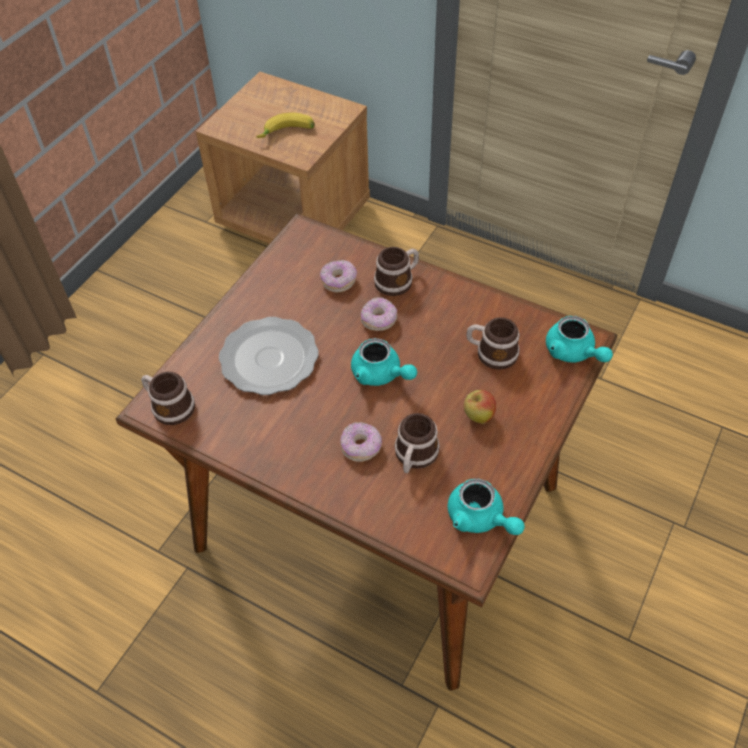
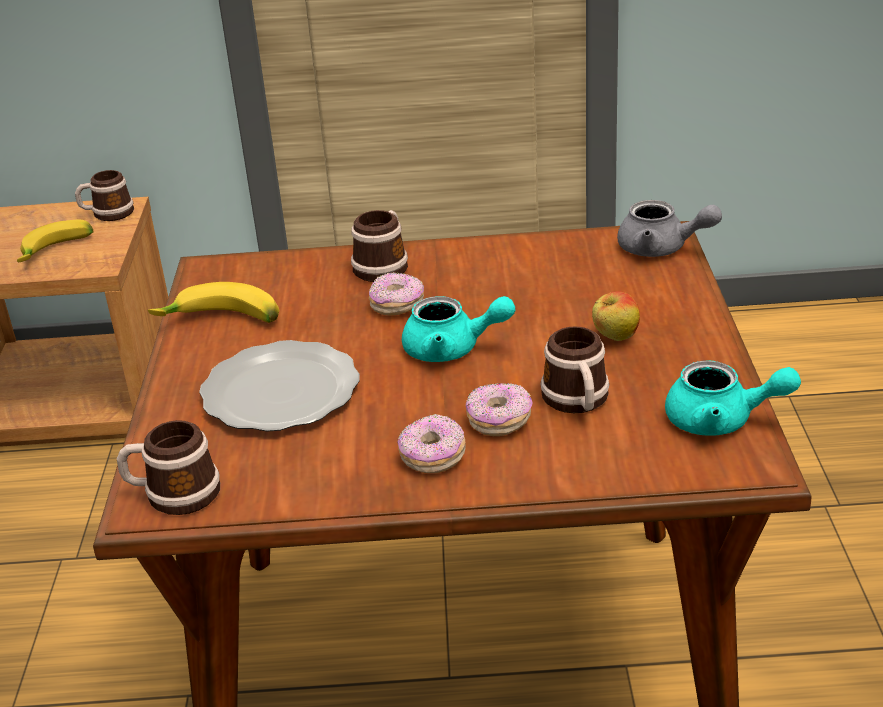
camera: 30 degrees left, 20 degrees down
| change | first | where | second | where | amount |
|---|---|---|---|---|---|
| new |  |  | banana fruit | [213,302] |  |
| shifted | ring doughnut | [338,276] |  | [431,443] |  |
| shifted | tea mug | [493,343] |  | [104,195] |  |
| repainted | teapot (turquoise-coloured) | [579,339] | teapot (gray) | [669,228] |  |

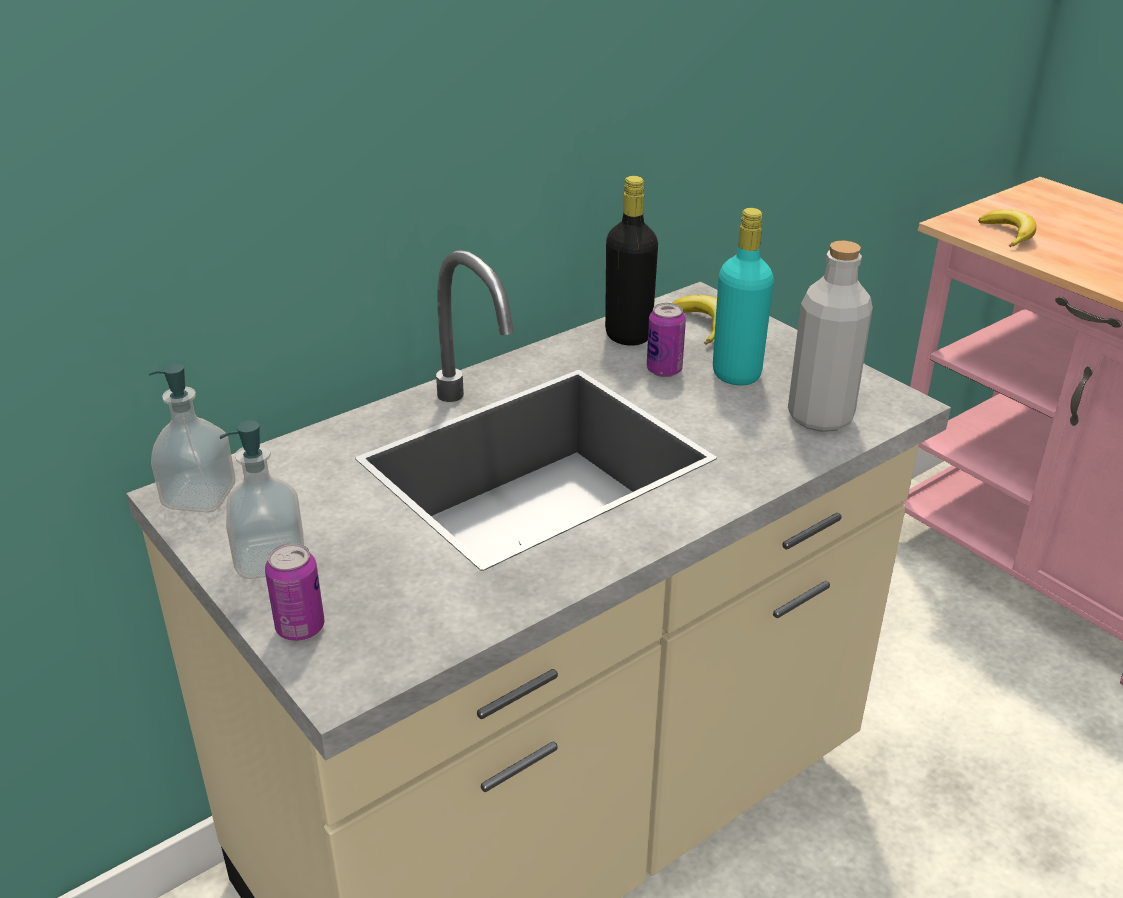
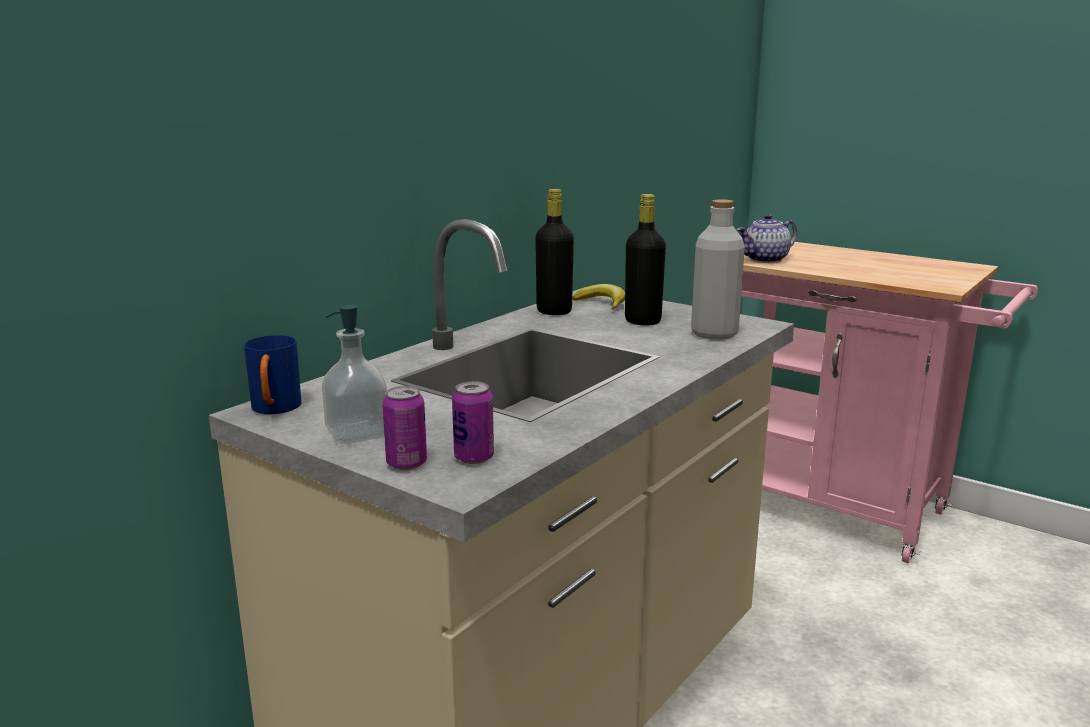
camera: 15 degrees left, 15 degrees down
| change | first | where | second | where | amount |
|---|---|---|---|---|---|
| shifted | can | [666,340] |  | [473,422] |  |
| swapped | soap bottle | [192,438] | tea mug (bluish) | [272,374] |  |
| swapped | banana fruit | [1007,228] | teapot | [767,238] |  |
| repainted | drink bottle (turquoise-coloured) | [743,296] | drink bottle (blackish) | [645,259] |  |

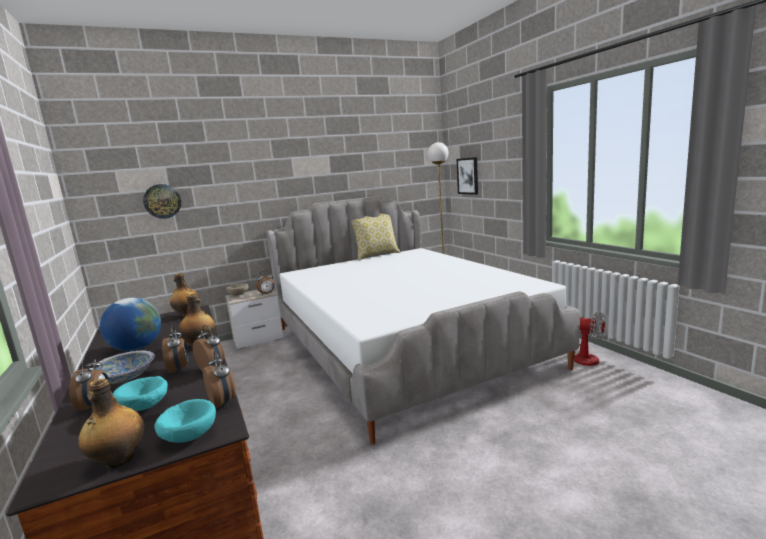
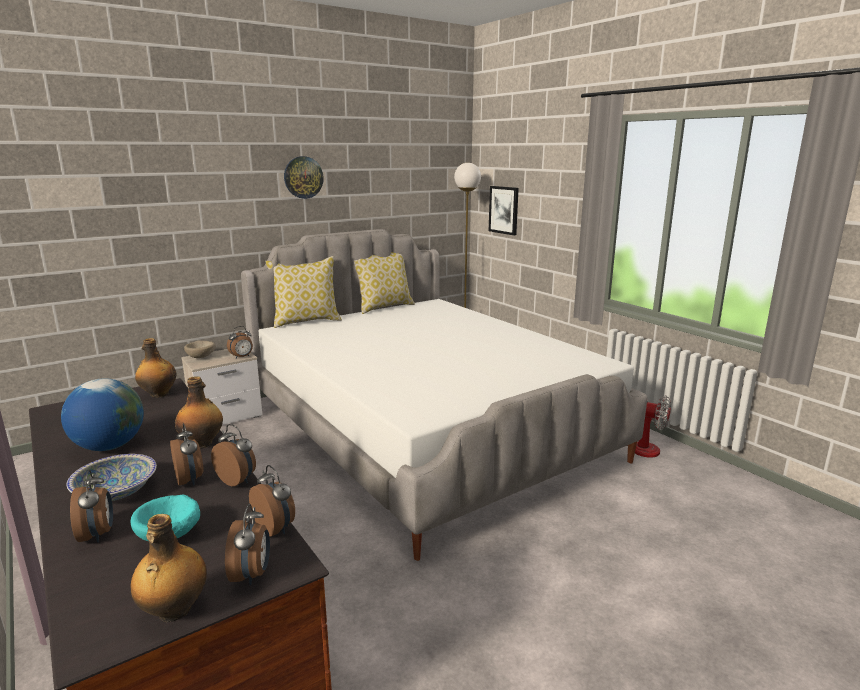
camera: 10 degrees left, 5 degrees up
| change | first | where | second | where | amount |
|---|---|---|---|---|---|
| new |  |  | pillow | [303,292] |  |
| shifted | clock on the wall | [162,201] |  | [304,177] |  |
| swapped | bowl (turquoise-coloured) | [185,421] | table clock | [247,544] |  |

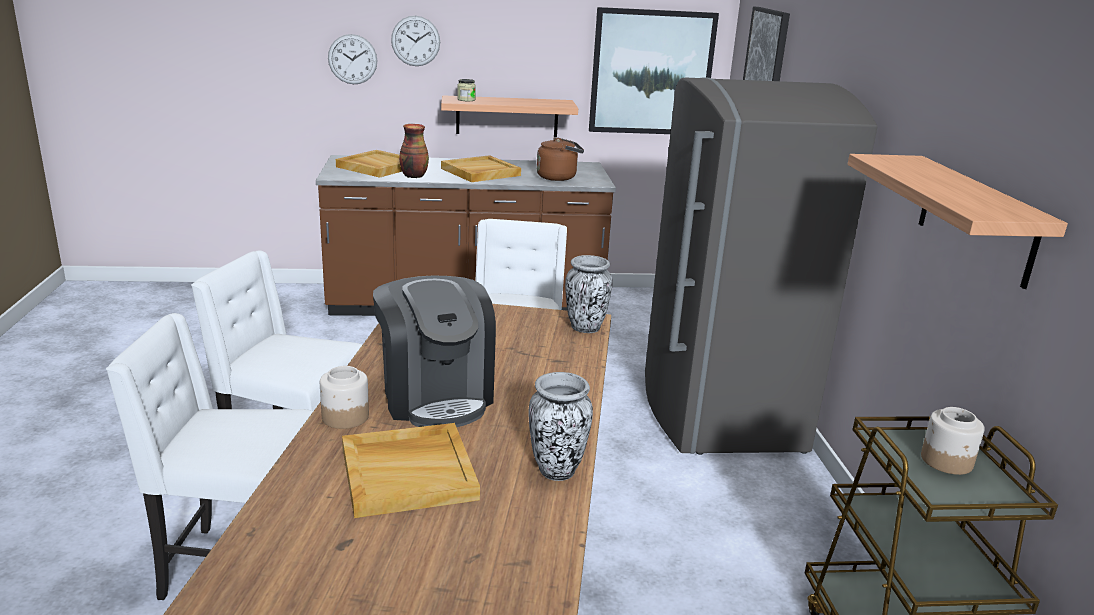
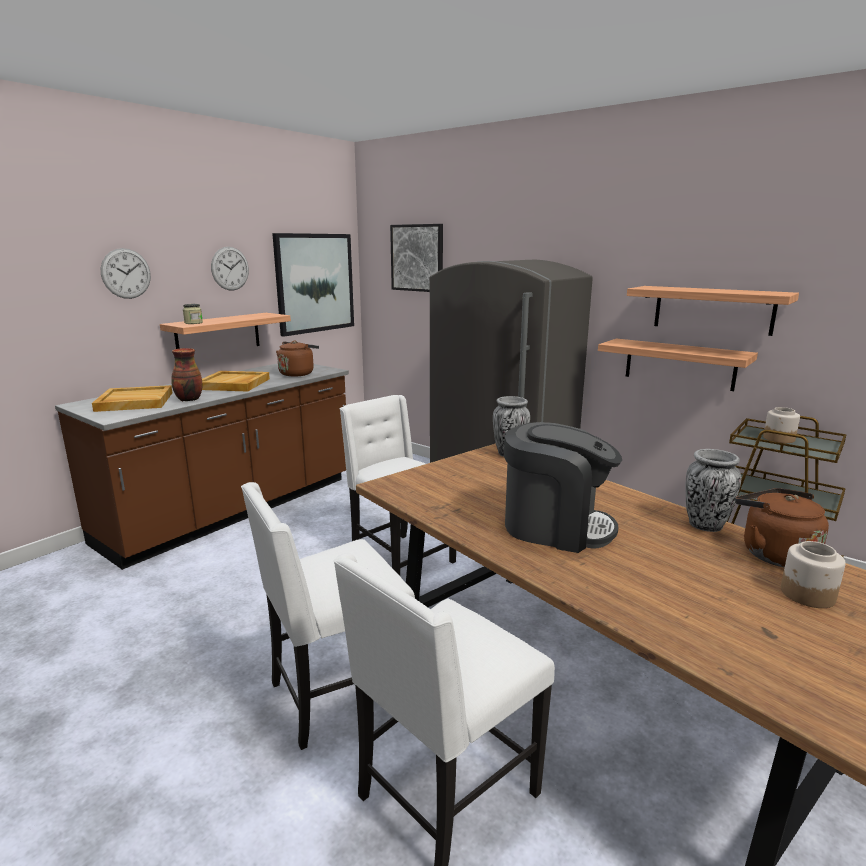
camera: 45 degrees left, 5 degrees down
| change | first | where | second | where | amount |
|---|---|---|---|---|---|
| gone | tray (beige-coloured) | [411,470] |  |  |  |
| new |  |  | wall shelf | [678,365] |  |
| new |  |  | kettle (brownish) | [782,528] |  |
| shifted | storage jar | [344,397] |  | [813,574] |  |
| shifted | clock on the wall | [353,59] |  | [230,269] |  |

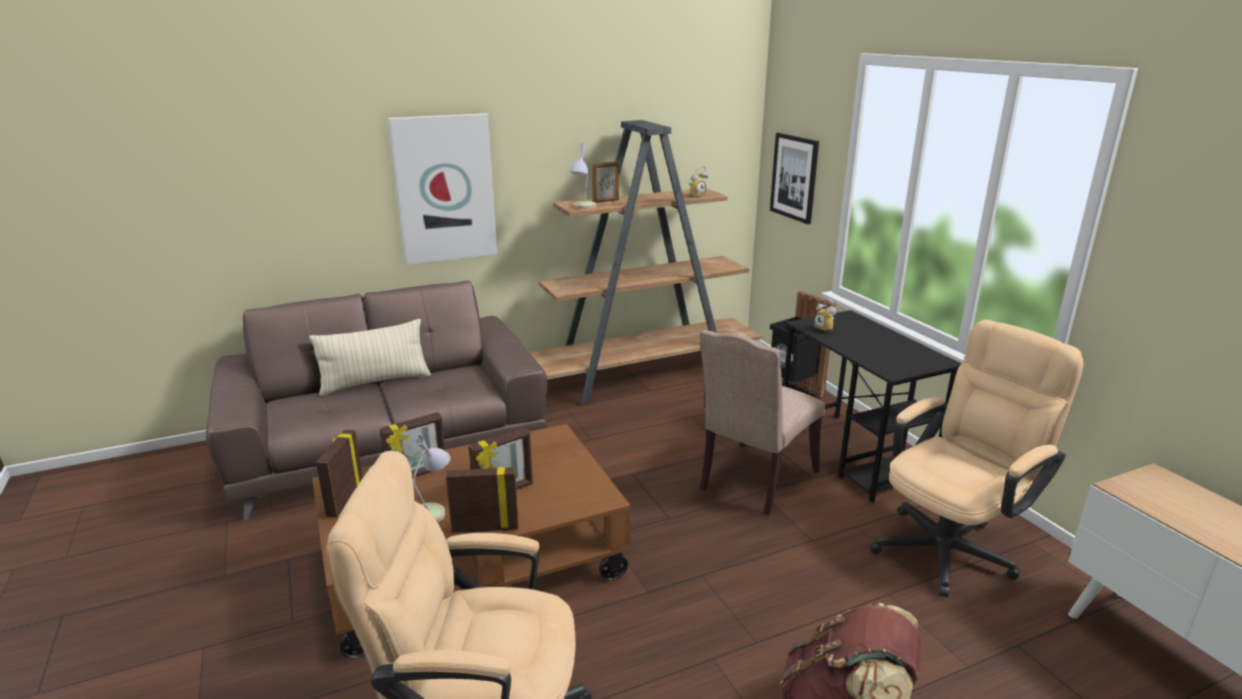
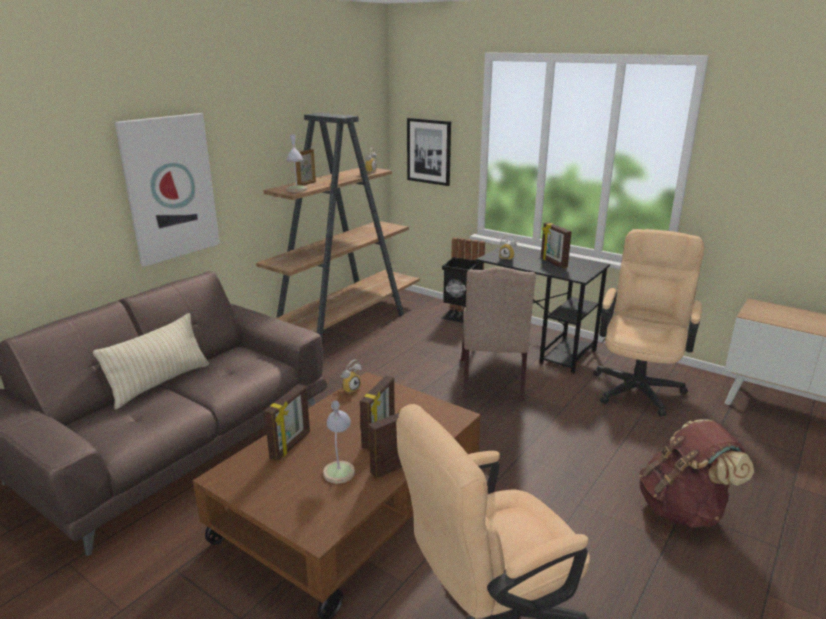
camera: 30 degrees left, 0 degrees up
| change | first | where | second | where | amount |
|---|---|---|---|---|---|
| new |  |  | table clock | [351,376] |  |
| shifted | standing frame | [339,474] |  | [556,245] |  |

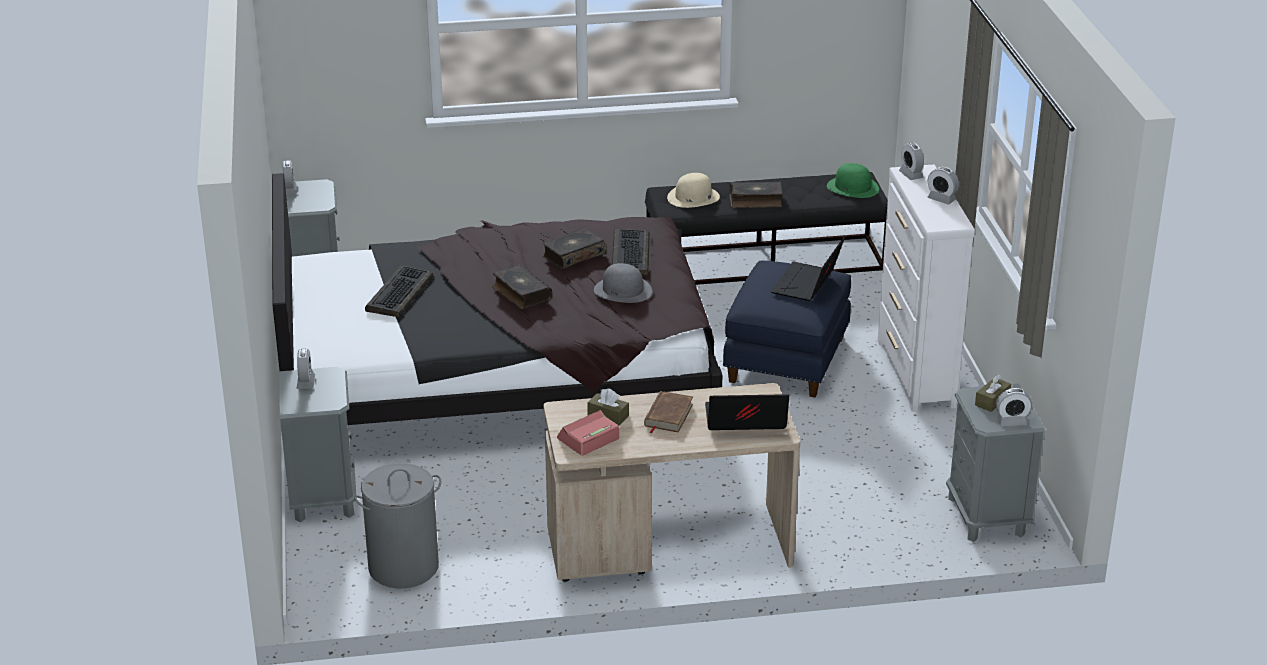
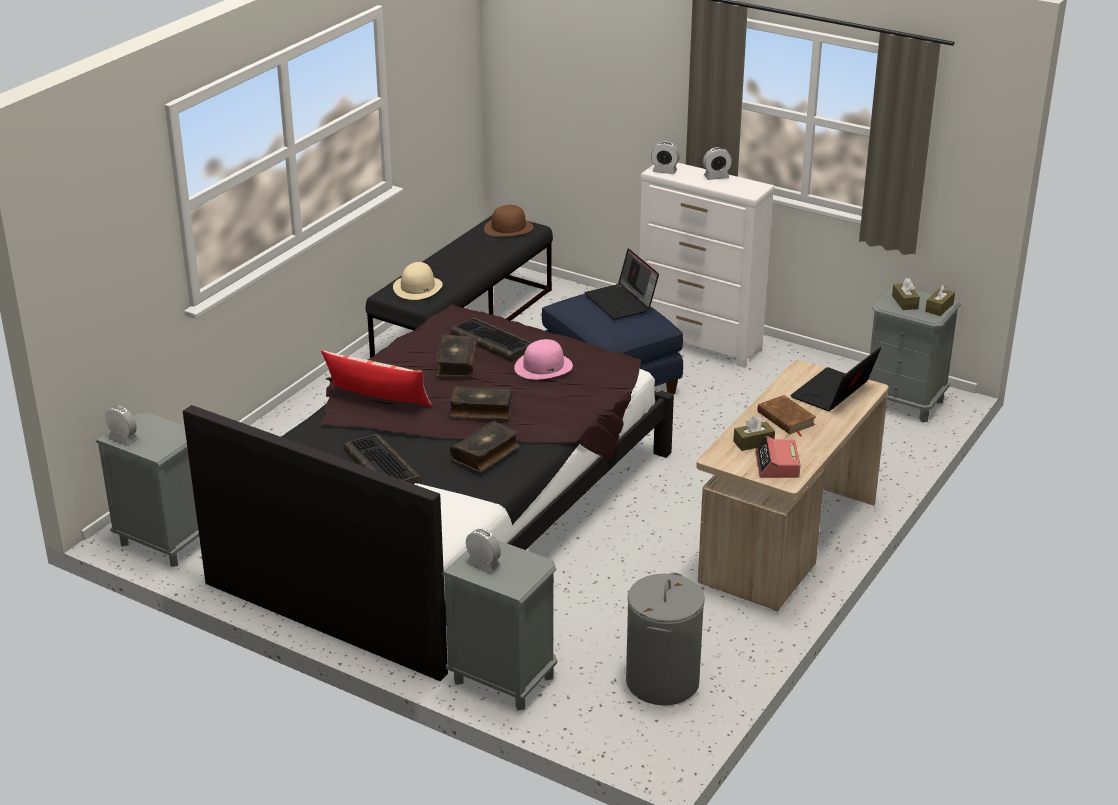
camera: 50 degrees left, 0 degrees up
| change | first | where | second | where | amount |
|---|---|---|---|---|---|
| new |  |  | pillow | [377,378] |  |
| shifted | book | [756,195] |  | [484,446] |  |
| swapped | table clock | [1014,407] | tissue box (brownish) | [940,300] |  |
| repainted | hat (gray) | [623,283] | hat (pink) | [543,359] |  |
| repainted | hat (green-coloured) | [853,180] | hat (brownish) | [508,221] |  |

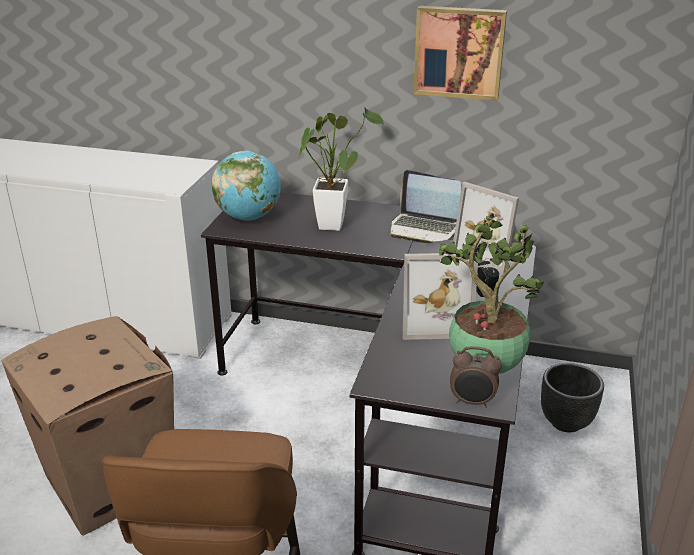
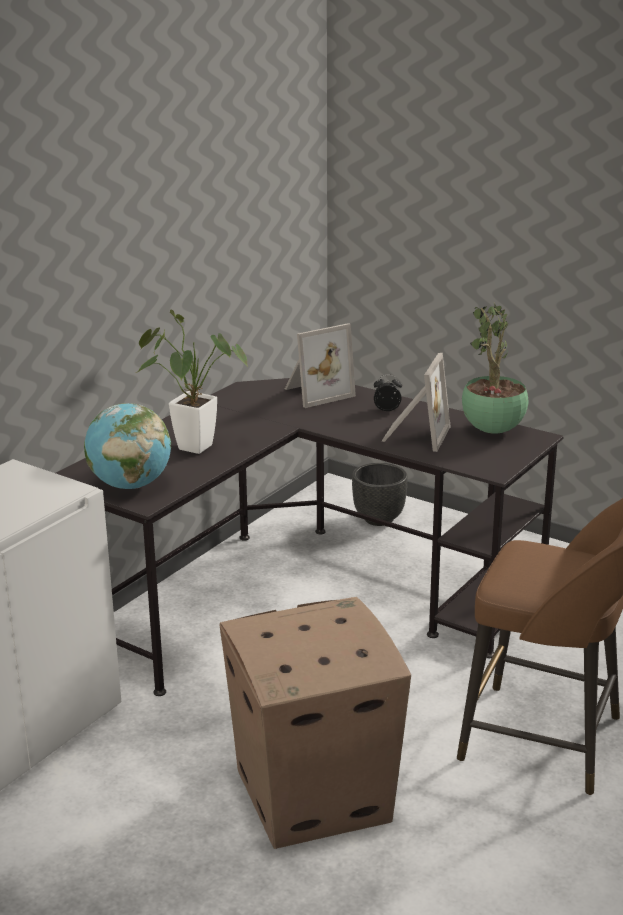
camera: 70 degrees left, 5 degrees down
| change | first | where | second | where | amount |
|---|---|---|---|---|---|
| gone | laptop | [426,206] |  |  |  |
| gone | picture | [460,53] |  |  |  |
| gone | table clock | [476,377] |  |  |  |

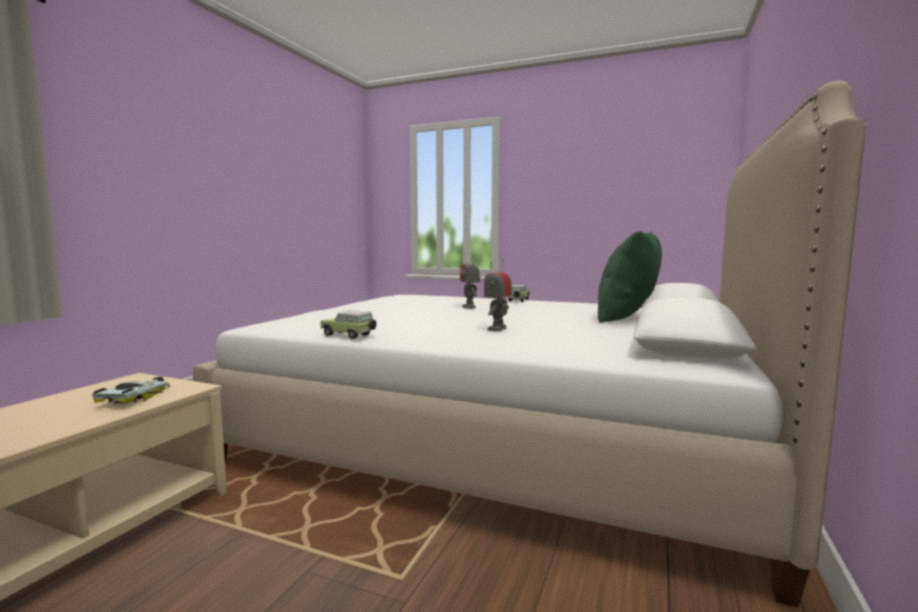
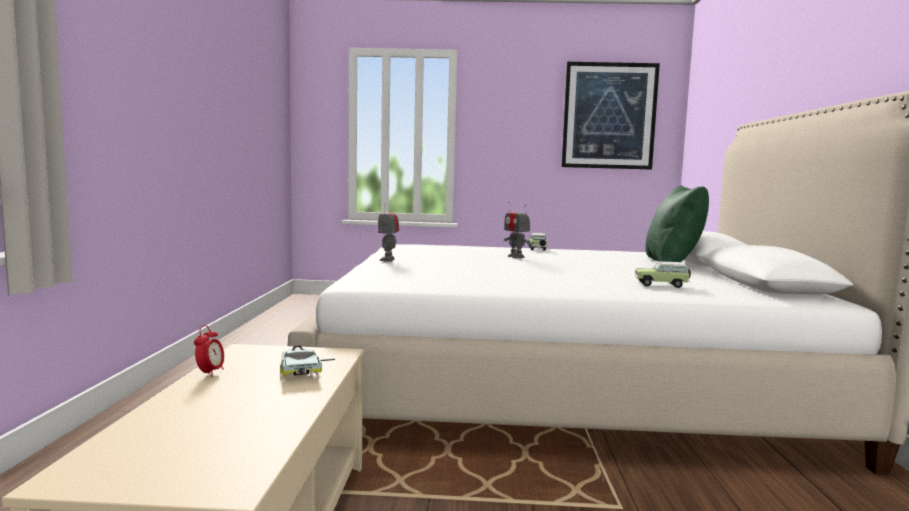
camera: 20 degrees left, 0 degrees up
| change | first | where | second | where | amount |
|---|---|---|---|---|---|
| new |  |  | table clock | [209,351] |  |
| new |  |  | picture | [610,115] |  |
| shifted | toy car | [348,324] |  | [663,274] |  |
| shifted | toy robot | [498,295] |  | [388,231] |  |

